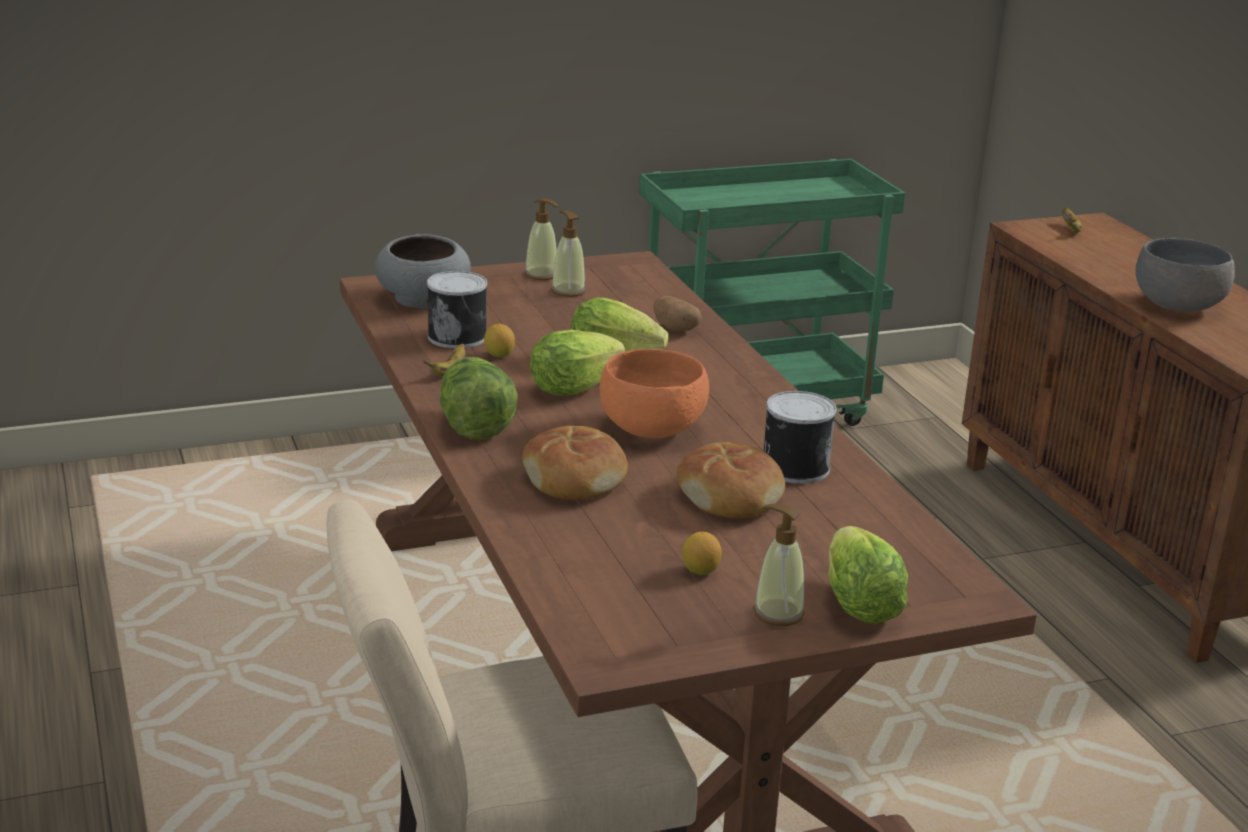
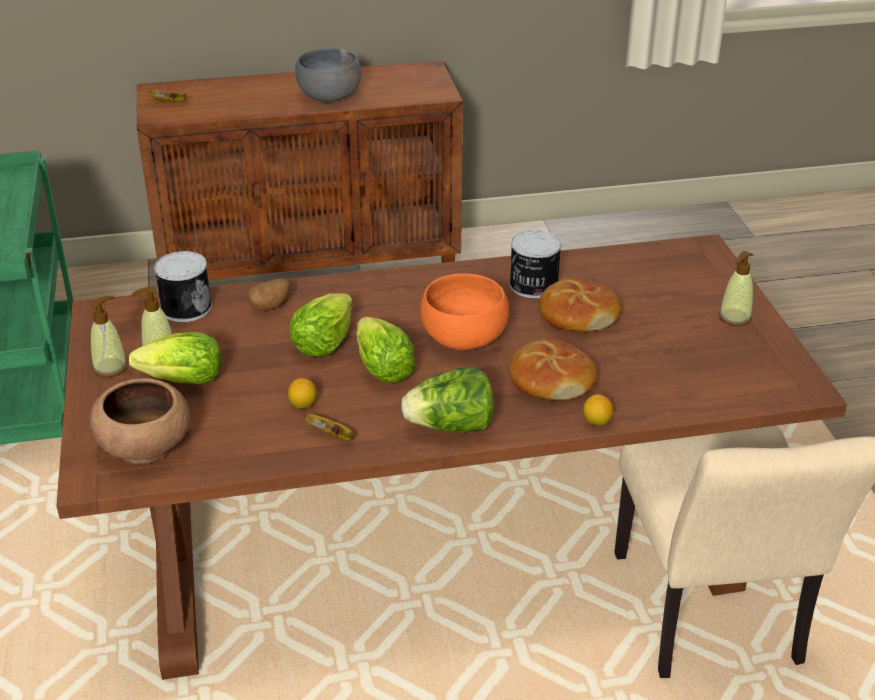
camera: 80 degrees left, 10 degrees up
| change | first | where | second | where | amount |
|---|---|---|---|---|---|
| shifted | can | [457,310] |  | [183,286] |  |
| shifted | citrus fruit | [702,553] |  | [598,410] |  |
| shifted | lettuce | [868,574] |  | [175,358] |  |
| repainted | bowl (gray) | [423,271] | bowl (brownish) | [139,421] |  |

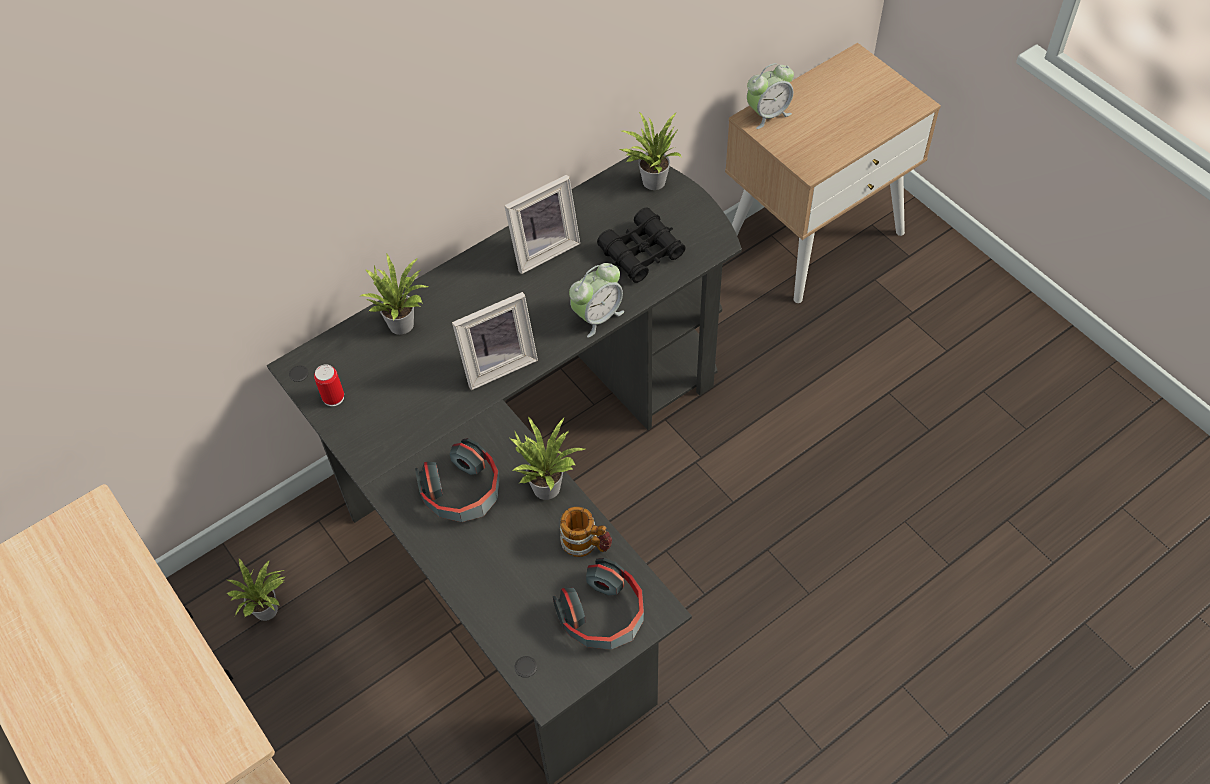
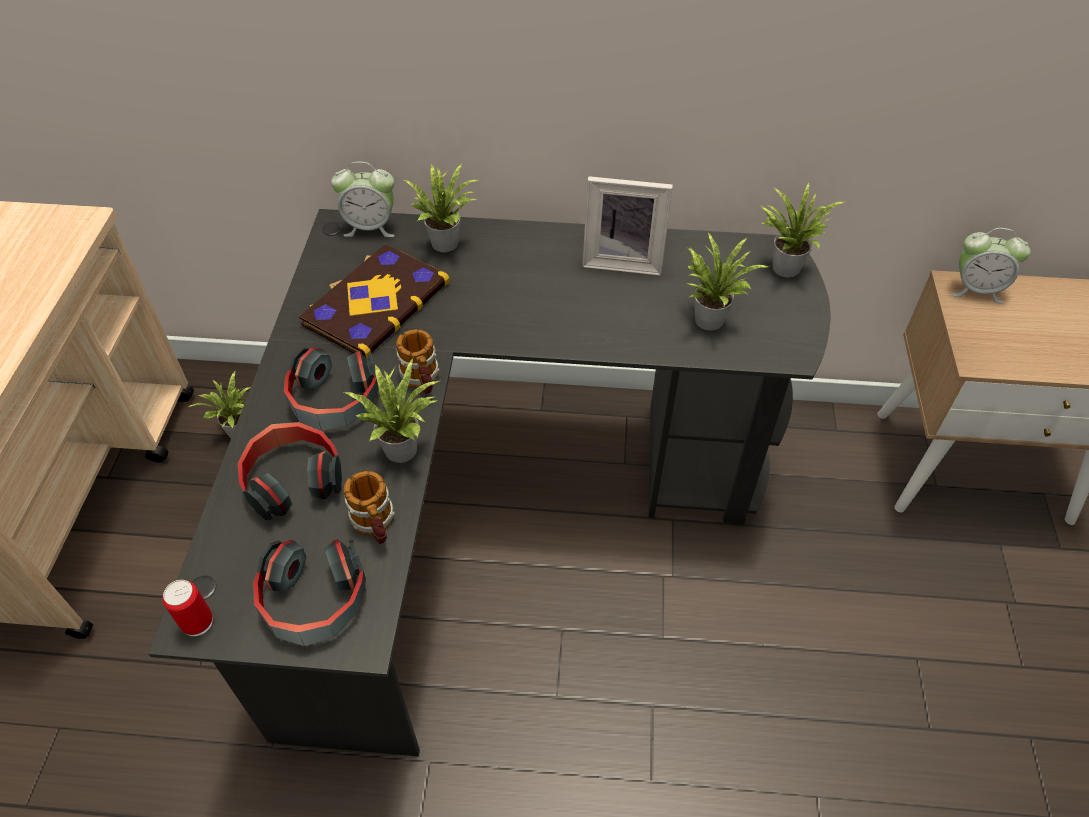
camera: 40 degrees right, 5 degrees down
| change | first | where | second | where | amount |
|---|---|---|---|---|---|
| gone | standing frame | [495,341] |  |  |  |
| new |  |  | headphones | [290,471] |  |
| new |  |  | book | [374,301] |  |
| new |  |  | tea mug | [418,361] |  |
| shifted | can | [329,385] |  | [188,608] |  |
| shifted | table clock | [596,300] |  | [363,199] |  |
| swapped | field glasses (blackish) | [641,245] | plant in a pot | [728,282] |  |

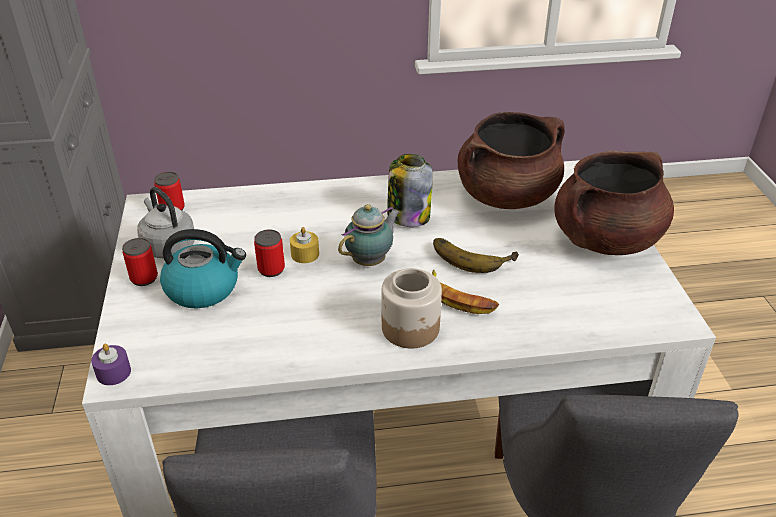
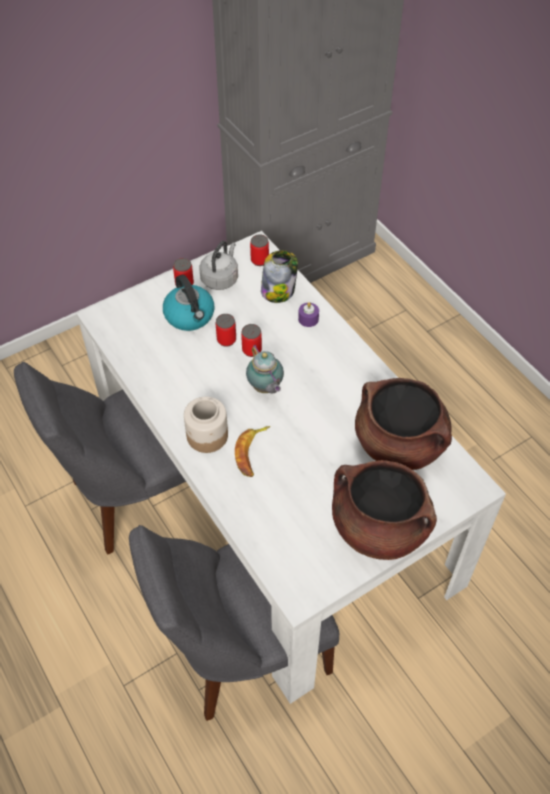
camera: 65 degrees right, 15 degrees up
| change | first | where | second | where | amount |
|---|---|---|---|---|---|
| gone | banana fruit | [476,255] |  |  |  |
| shifted | wax candle (purple-coloured) | [111,364] |  | [308,314] |  |
| shifted | storage jar | [410,190] |  | [279,276] |  |
| swapped | wax candle (yellowish) | [304,245] | can | [251,340] |  |
| rotated | teapot | [369,235] |  | [265,369] | 45 degrees clockwise |

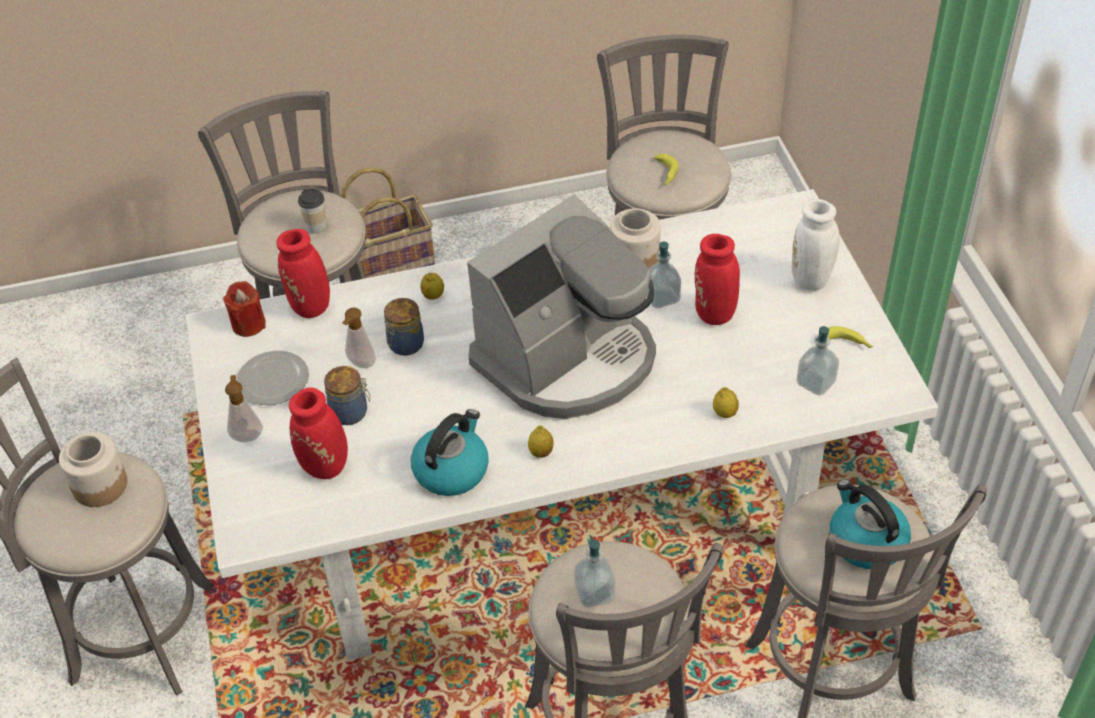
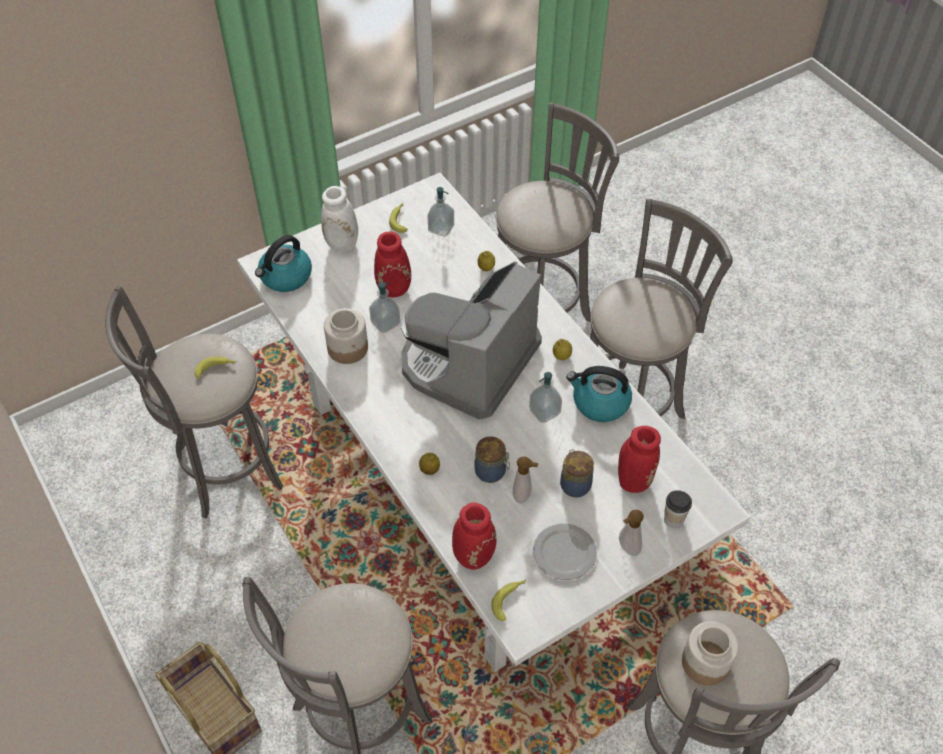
camera: 110 degrees left, 5 degrees up
| change | first | where | second | where | amount |
|---|---|---|---|---|---|
| shifted | cup | [312,211] |  | [678,509] |  |
| shifted | soap bottle | [594,571] |  | [545,397] |  |
| shifted | kettle | [870,524] |  | [283,263] |  |
| swapped | wax candle (reddish) | [244,309] | banana fruit | [508,600] |  |
| rotated | coffee machine | [561,307] |  | [471,340] | 90 degrees counterclockwise |

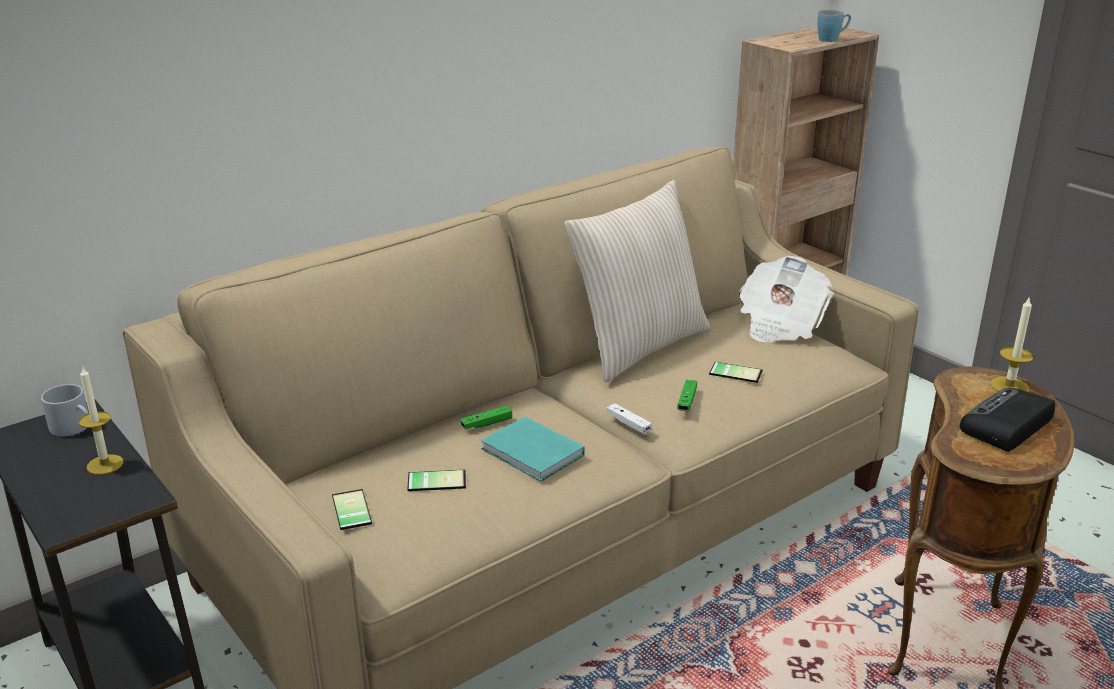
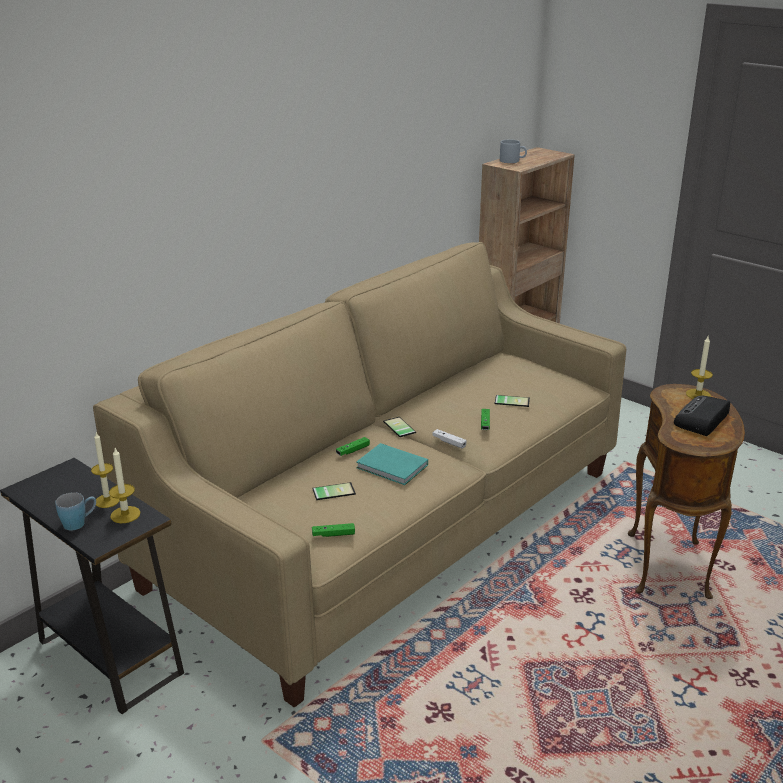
camera: 10 degrees left, 0 degrees up
| change | first | where | second | where | amount |
|---|---|---|---|---|---|
| gone | pillow (beige-coloured) | [637,281] |  |  |  |
| gone | newspaper | [786,299] |  |  |  |
| new |  |  | wax candle | [124,485] |  |
| new |  |  | gamepad (green-coloured) | [333,530] |  |
| shifted | tea mug (gray) | [65,410] |  | [513,151] |  |
| shifted | handset | [352,509] |  | [399,427] |  |
| shifted | tea mug (bluish) | [834,26] |  | [75,511] |  |

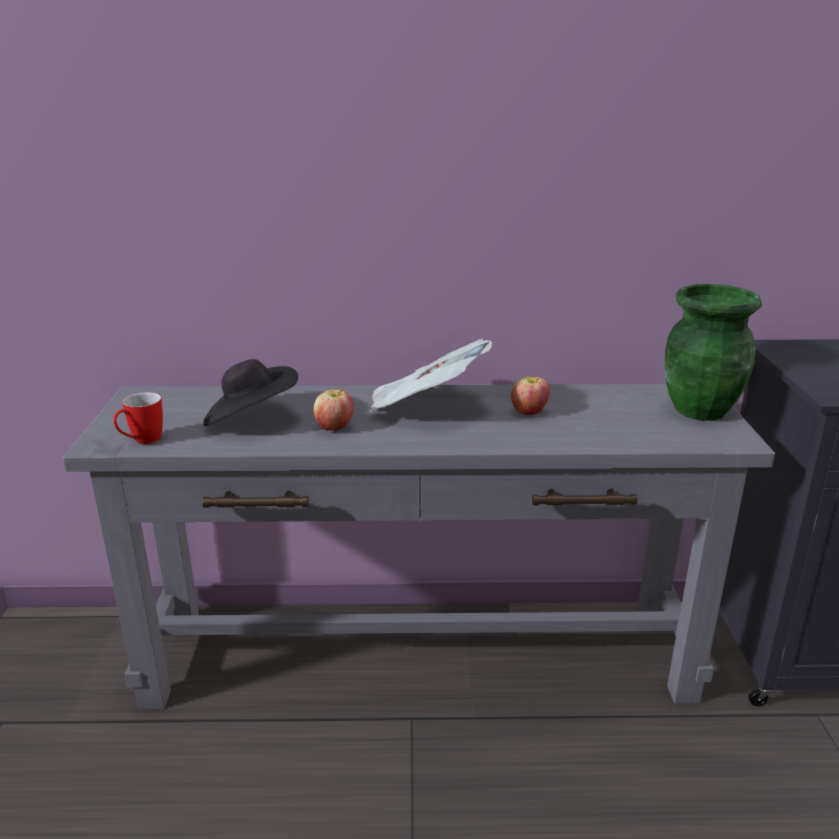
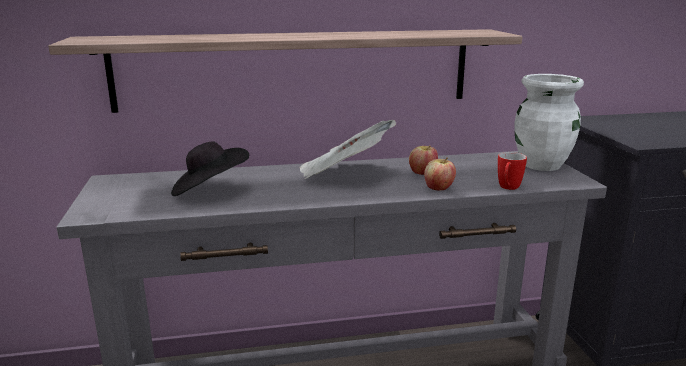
camera: 10 degrees left, 5 degrees down
| change | first | where | second | where | amount |
|---|---|---|---|---|---|
| new |  |  | wall shelf | [285,71] |  |
| shifted | tea mug | [138,418] |  | [512,171] |  |
| shifted | apple | [333,410] |  | [440,174] |  |
| repainted | flower vase (green-coloured) | [713,352] | flower vase (white) | [549,122] |  |

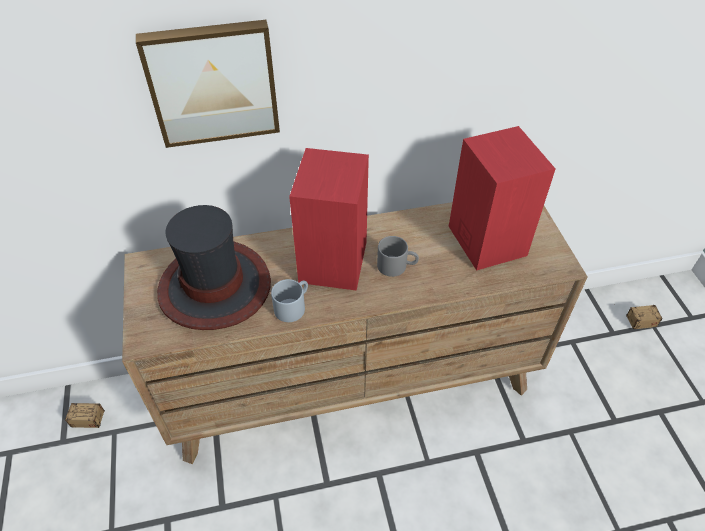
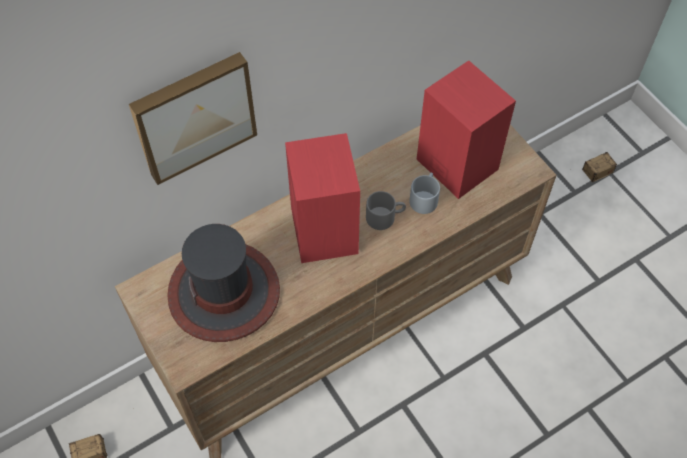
camera: 20 degrees left, 10 degrees up
| change | first | where | second | where | amount |
|---|---|---|---|---|---|
| shifted | tea mug (gray) | [289,300] |  | [425,193] |  |

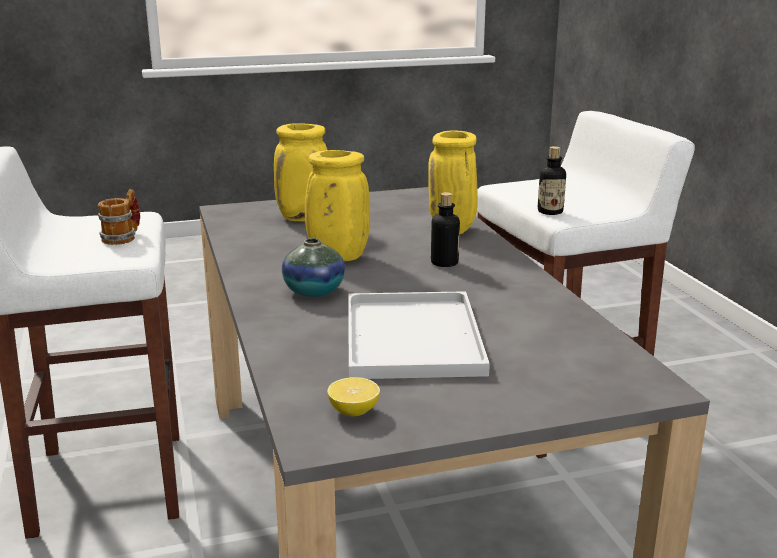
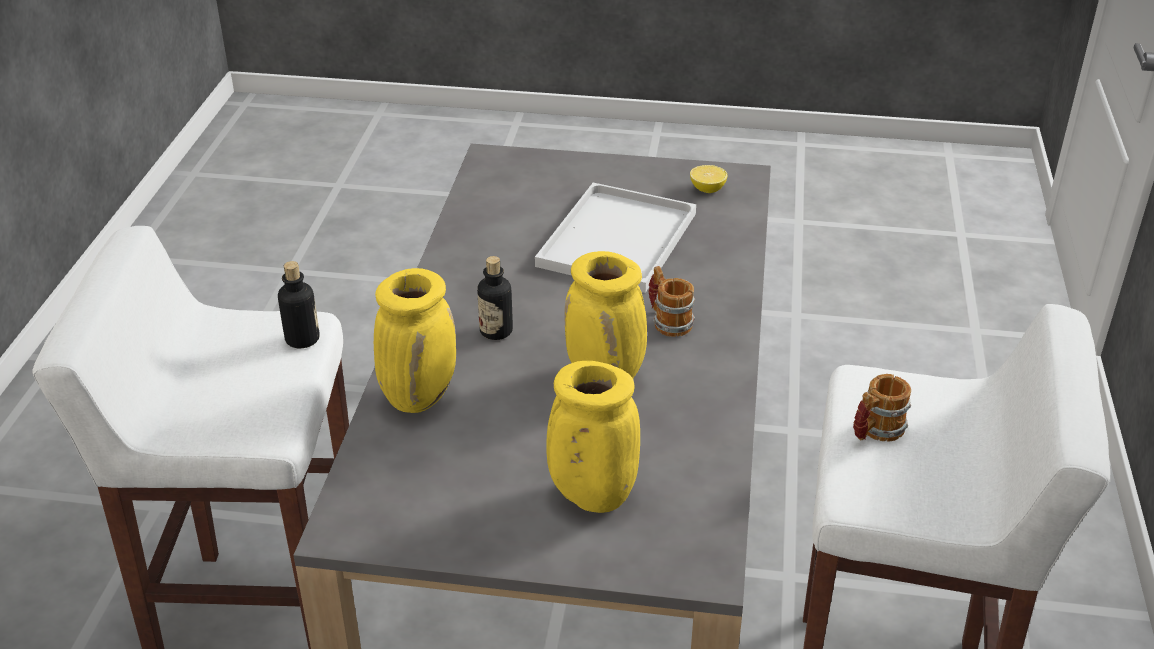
camera: 155 degrees left, 15 degrees up
| change | first | where | second | where | amount |
|---|---|---|---|---|---|
| swapped | flower vase | [313,267] | tea mug | [671,301] |  |

